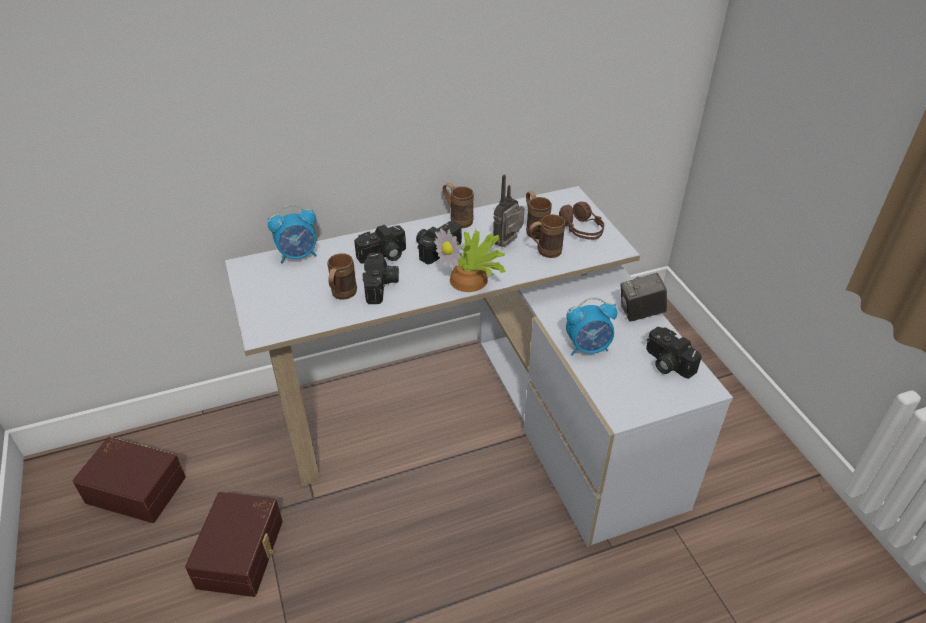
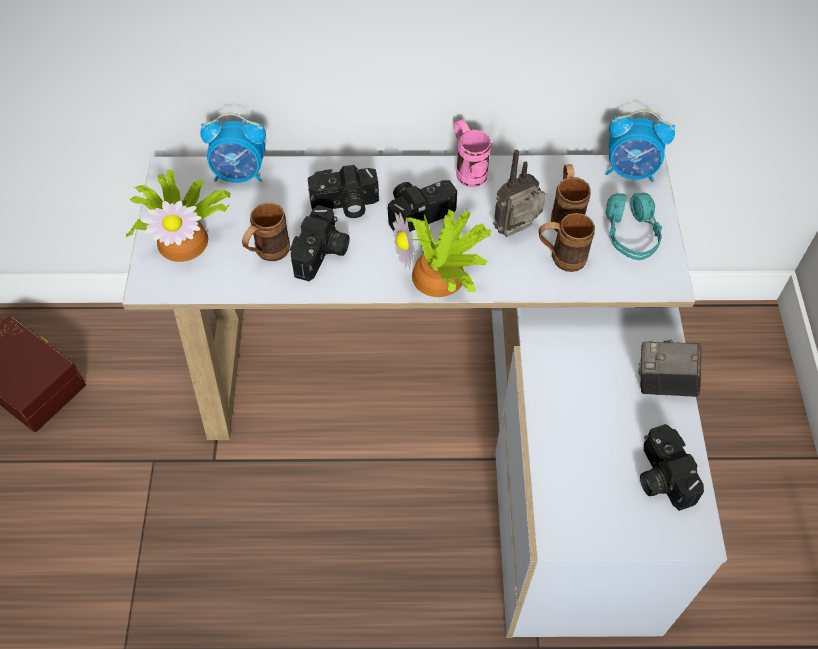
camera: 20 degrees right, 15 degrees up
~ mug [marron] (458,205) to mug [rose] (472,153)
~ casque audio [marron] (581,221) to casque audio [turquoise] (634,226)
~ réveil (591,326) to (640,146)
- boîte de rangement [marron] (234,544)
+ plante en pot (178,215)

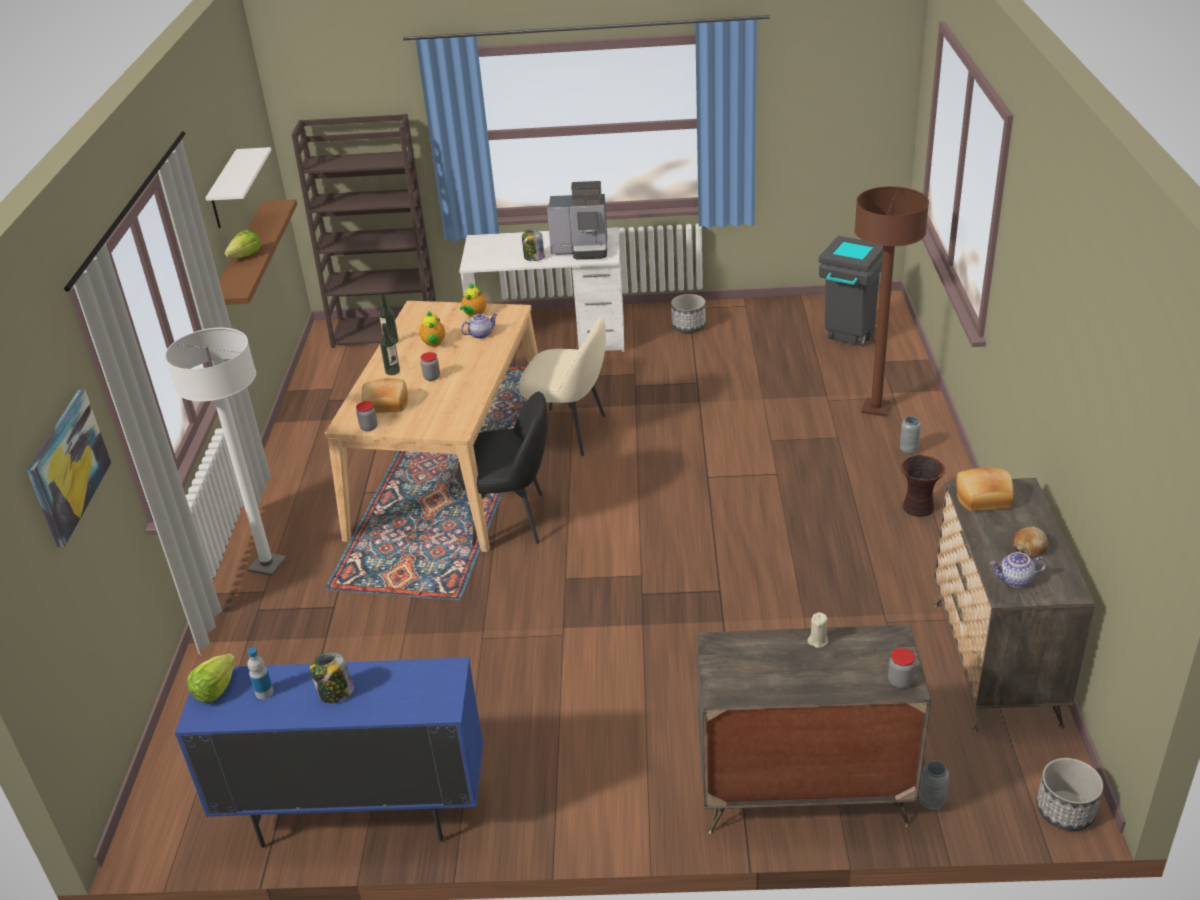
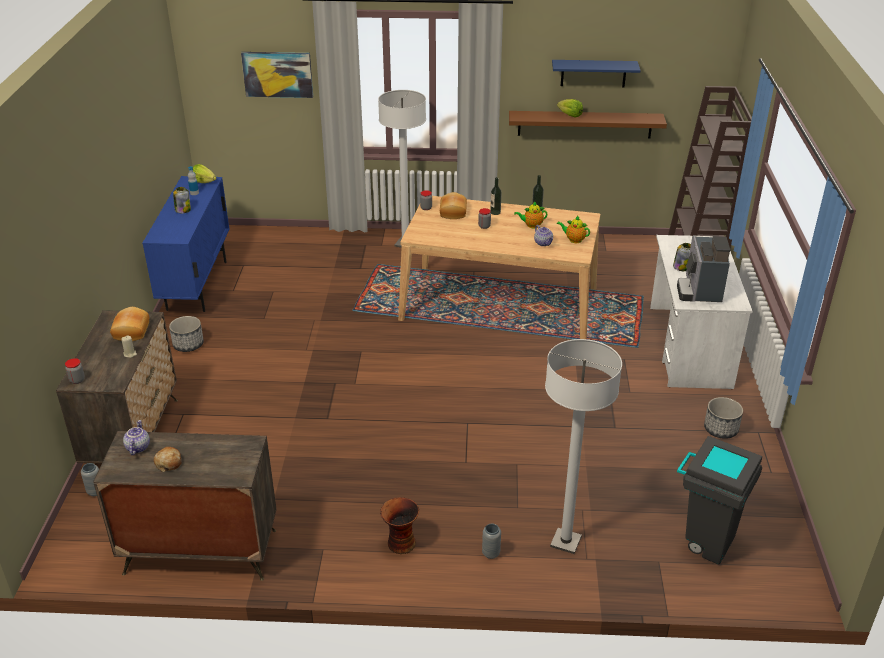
camera: 90 degrees right, 0 degrees up
~ étagère [blanc] (238,187) to étagère [bleu] (596,73)
~ lampadaire [marron] (891,301) to lampadaire [blanc] (583,446)
- chaise [beige] (562,386)
- chaise [noir] (503,468)
~ pain (985,489) to (129,324)
~ cache-pot (1070,794) to (186,334)

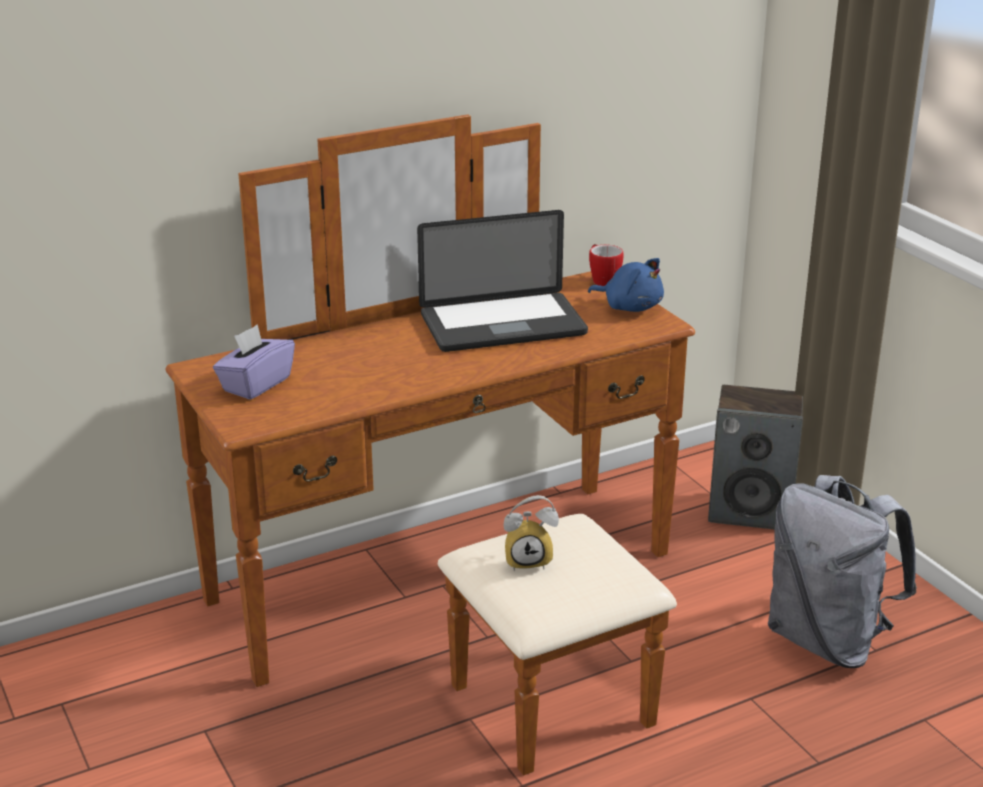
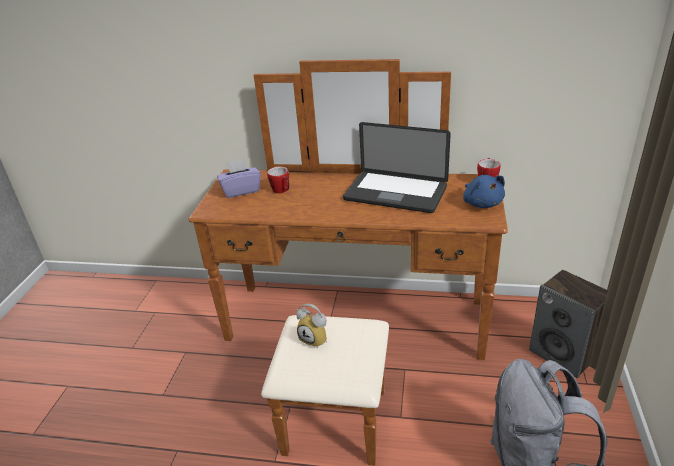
camera: 40 degrees right, 5 degrees up
+ mug (278,180)

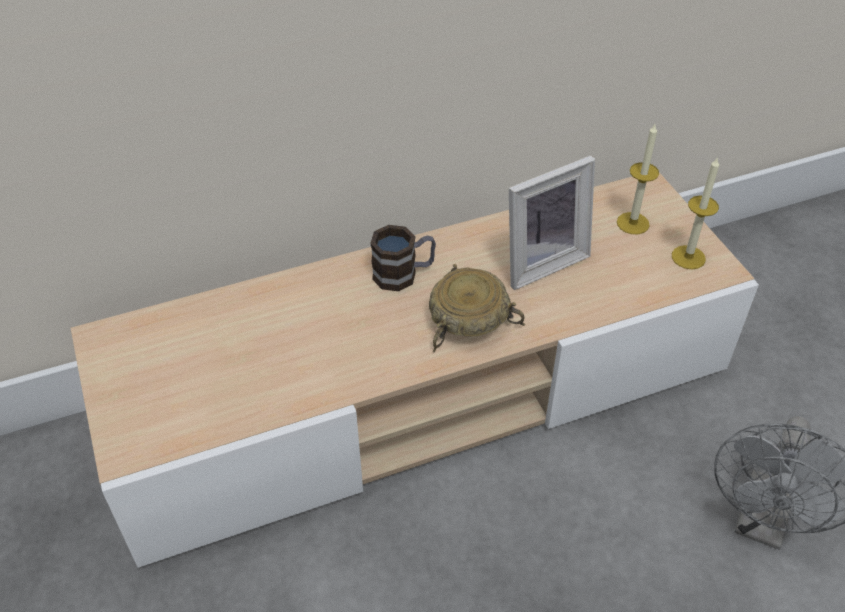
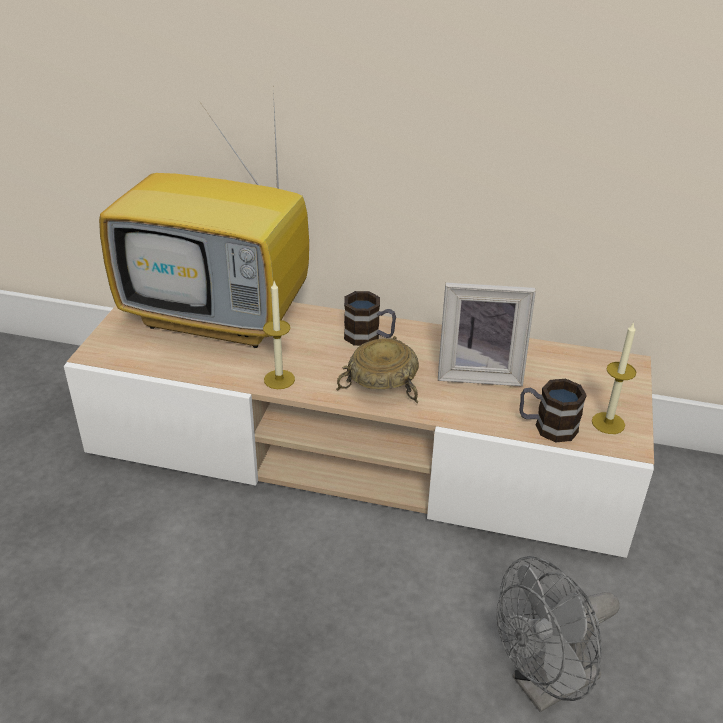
camera: 35 degrees right, 10 degrees down
~ bougie (638,179) to (279,335)
+ téléviseur (204,219)
+ mug (553,410)

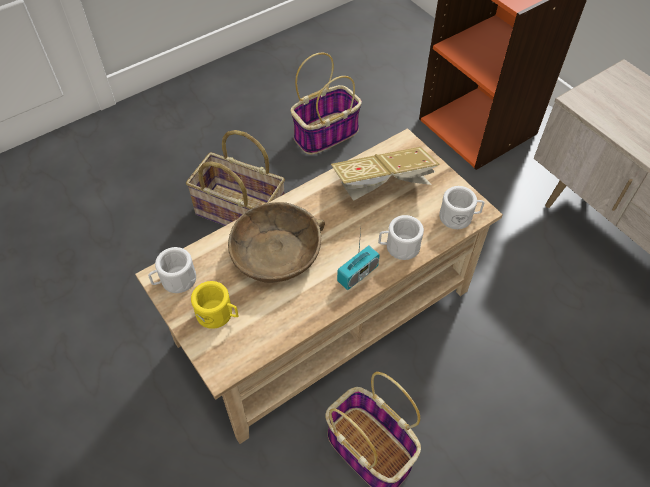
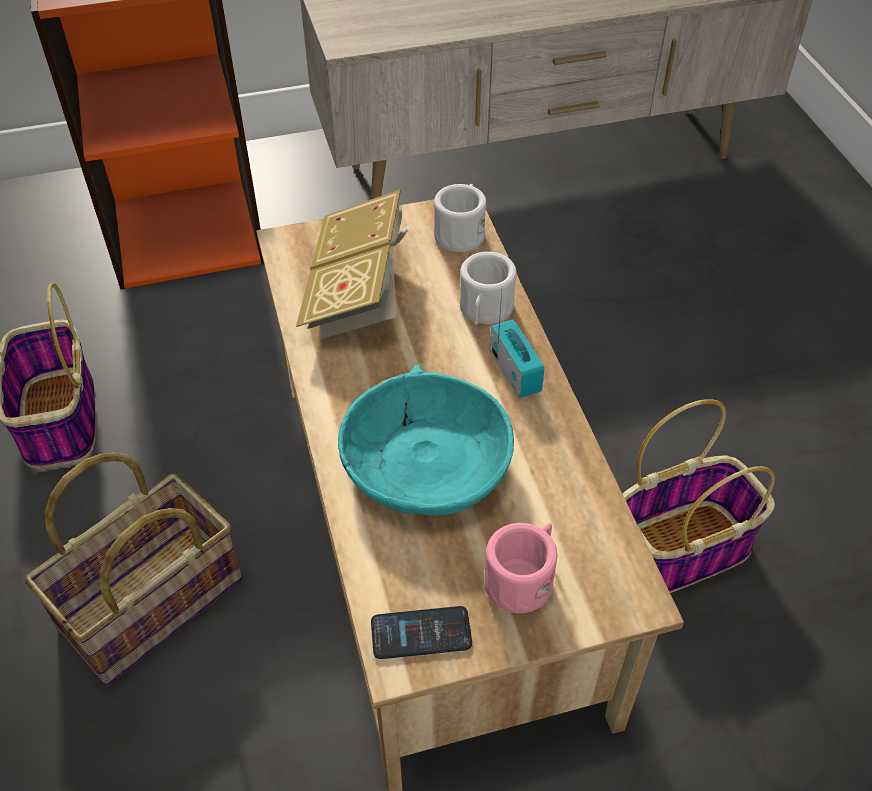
camera: 70 degrees left, 5 degrees down
~ bol [marron] (276,242) to bol [turquoise] (426,440)
~ mug [blanc] (172,270) to téléphone (421,632)
~ mug [jaune] (215,305) to mug [rose] (520,568)

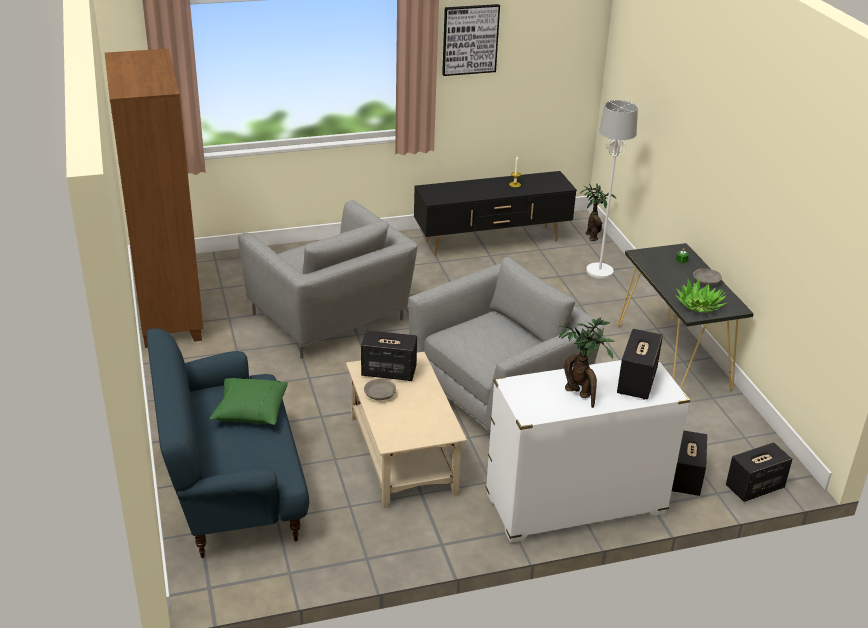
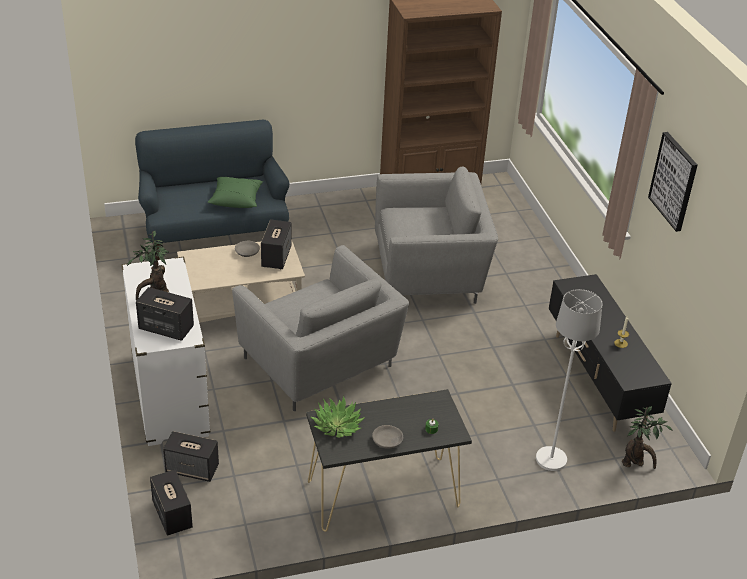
camera: 90 degrees right, 5 degrees up
~ fauteuil [gris] (327,279) = (436,235) 150 degrees counterclockwise

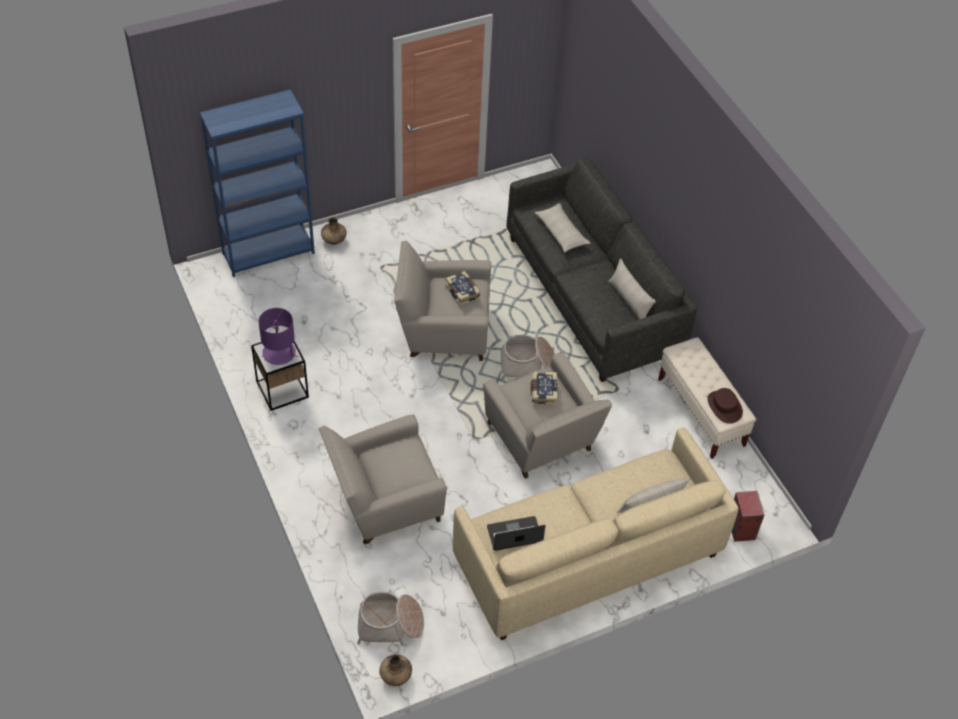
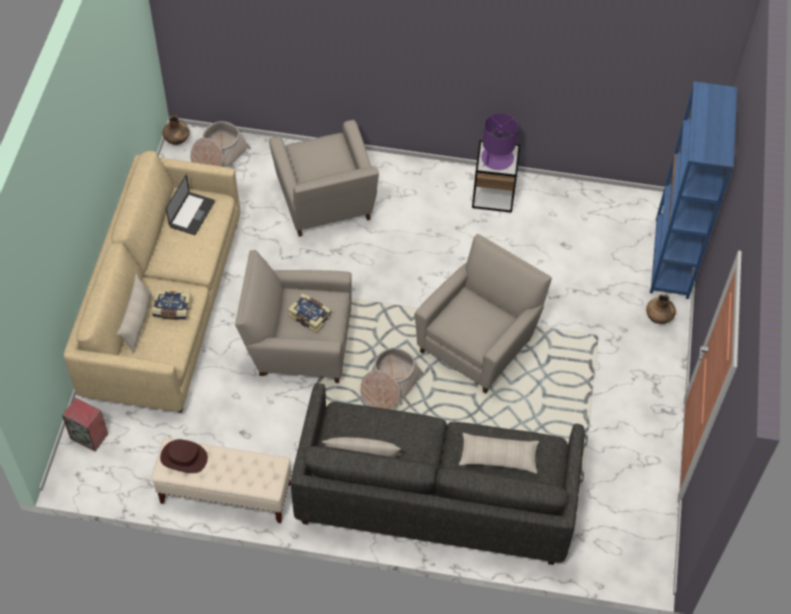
camera: 125 degrees right, 5 degrees up
~ livre (462,288) to (171,305)
~ fauteuil [beige] (383,479) = (324,178) 150 degrees clockwise

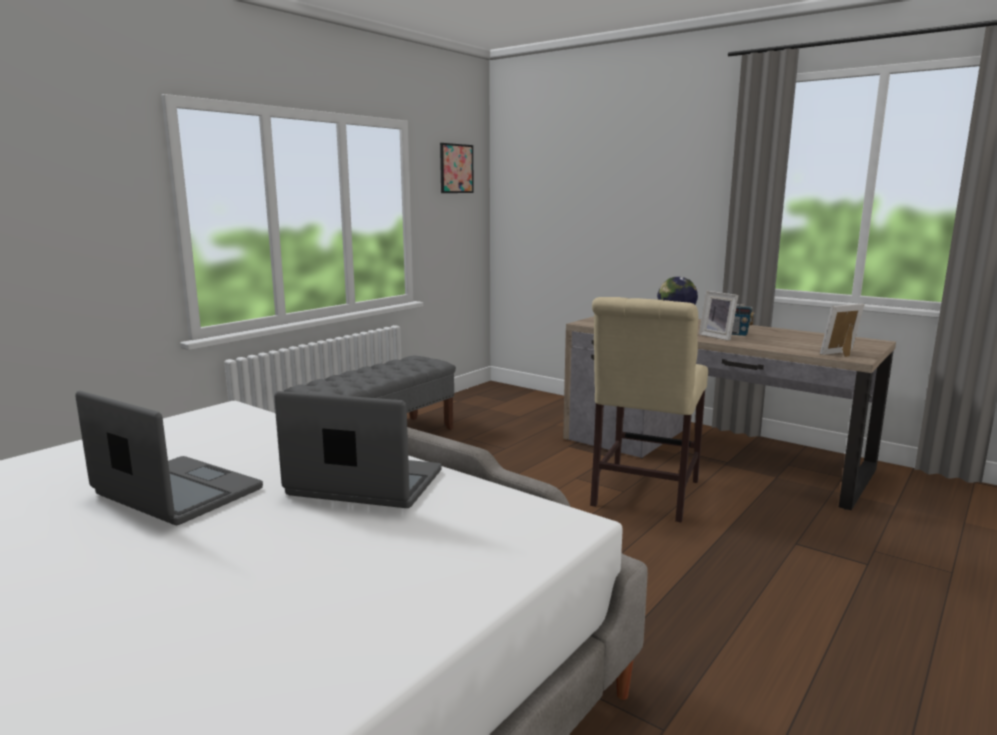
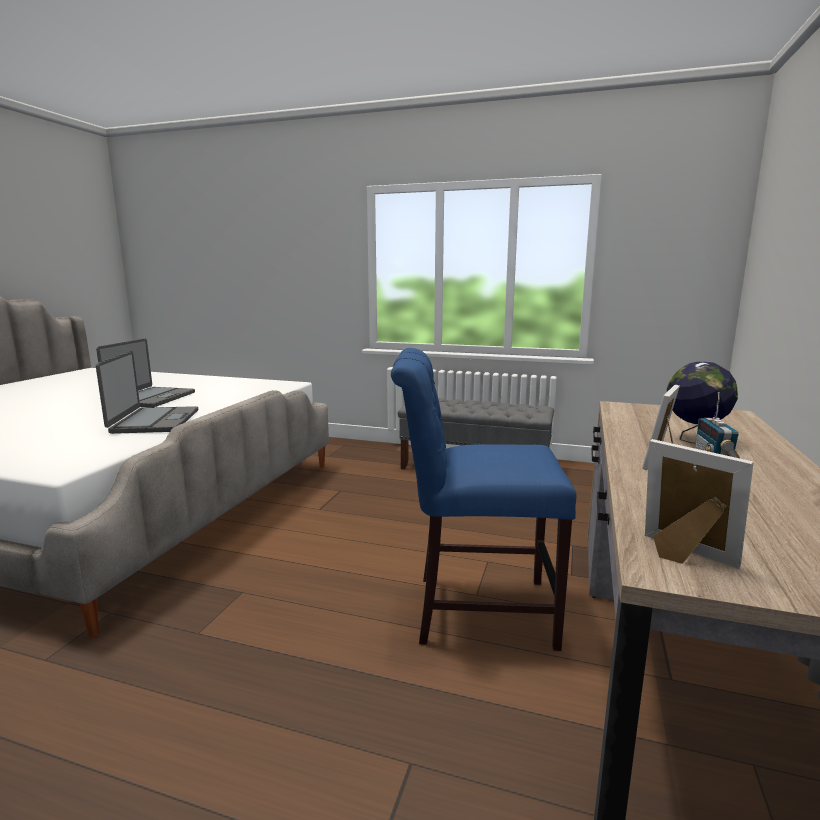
camera: 70 degrees right, 0 degrees up
- tableau (457,168)
~ chaise [beige] (649,409) to chaise [bleu] (484,499)

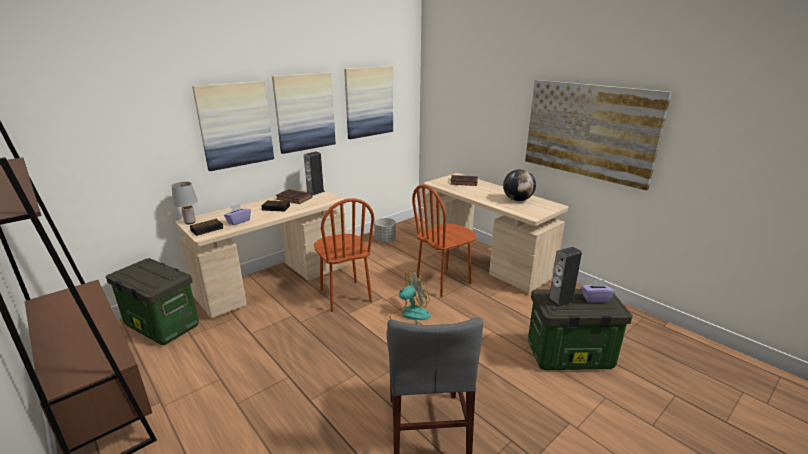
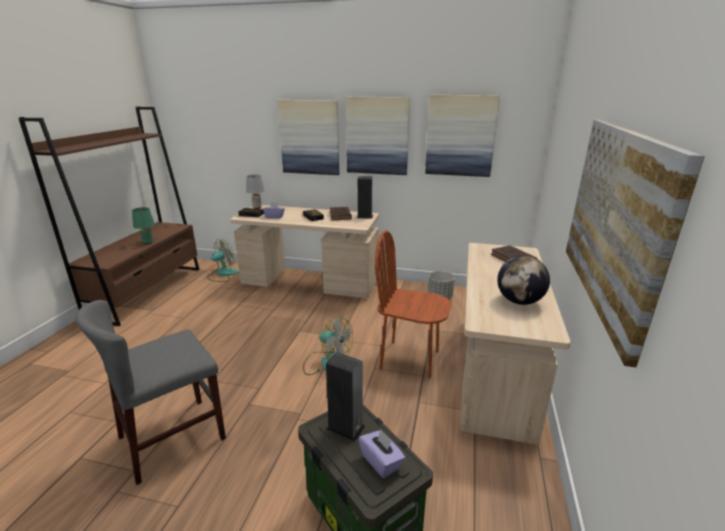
camera: 55 degrees right, 0 degrees up
- chaise [marron] (344,255)
~ boîte de rangement (152,301) to ventilateur (222,260)
+ lampe de table [vert] (143,225)

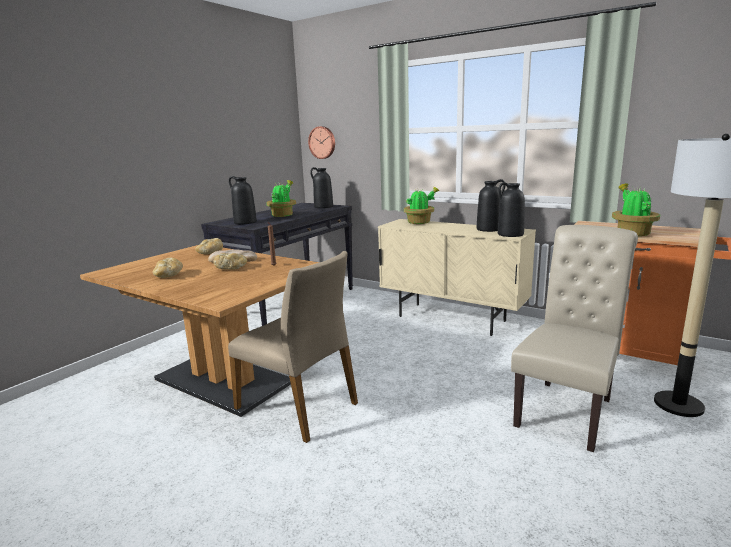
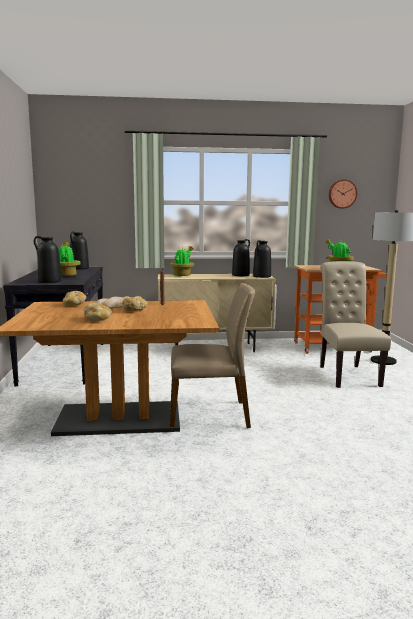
camera: 40 degrees left, 5 degrees down
~ horloge murale (321,142) to (343,194)

